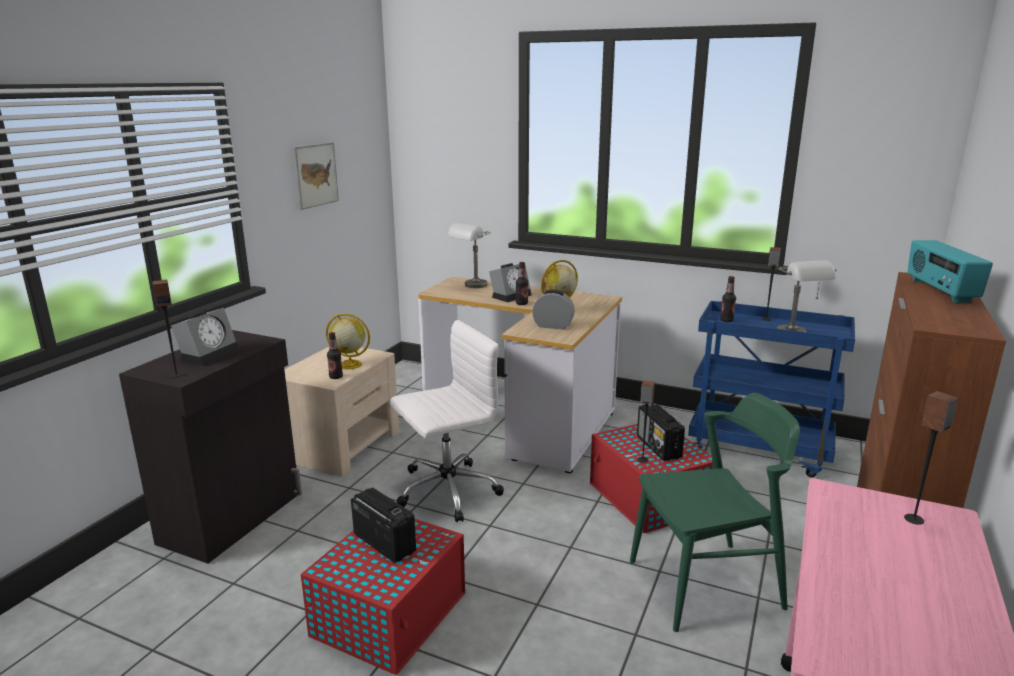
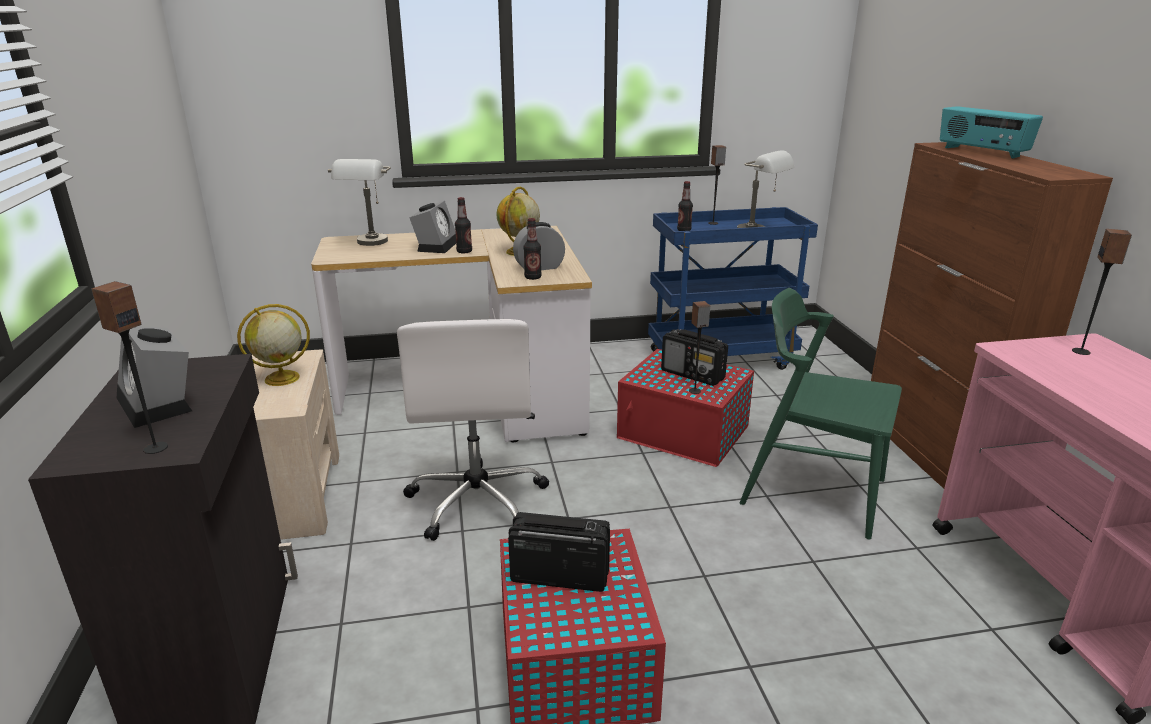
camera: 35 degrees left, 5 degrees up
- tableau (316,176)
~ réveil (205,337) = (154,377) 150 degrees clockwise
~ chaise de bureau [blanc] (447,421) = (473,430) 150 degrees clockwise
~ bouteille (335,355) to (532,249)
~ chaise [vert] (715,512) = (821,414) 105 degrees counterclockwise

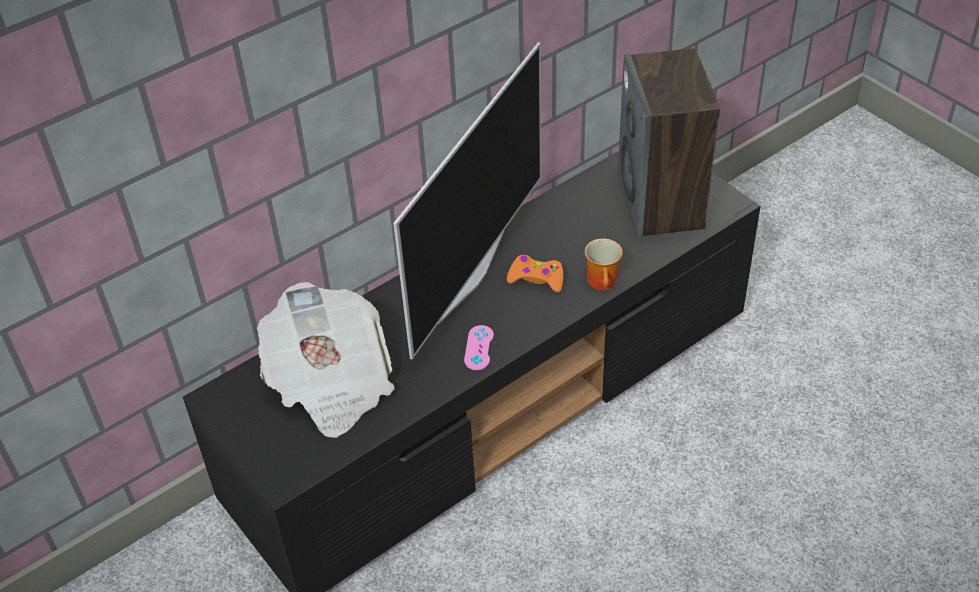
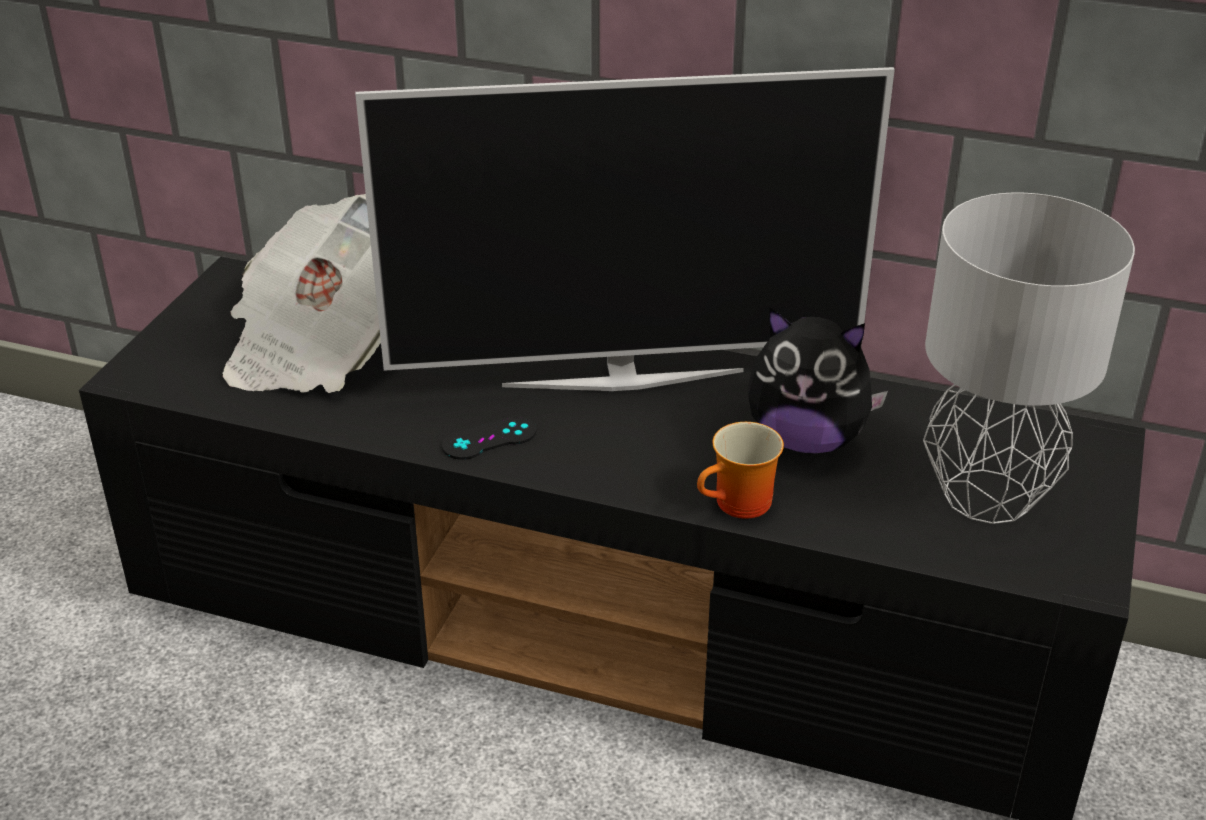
camera: 55 degrees right, 10 degrees down
~ enceinte (669,143) to lampe de table [gris] (1029,358)
- manette [orange] (535,274)
~ manette [rose] (479,347) to manette [noir] (489,438)
+ peluche (818,380)

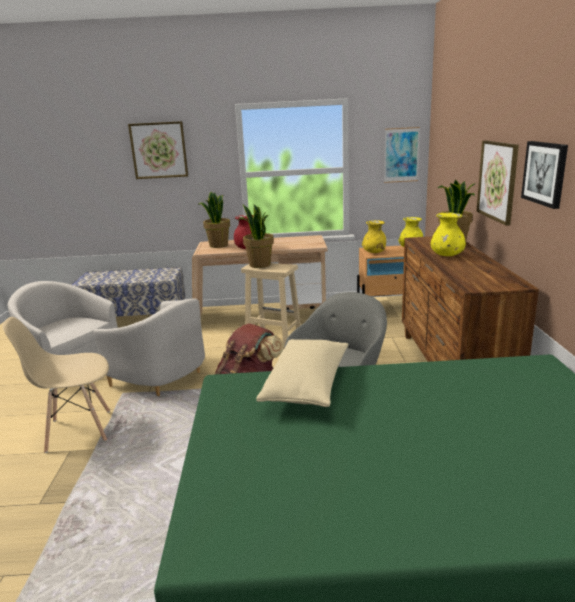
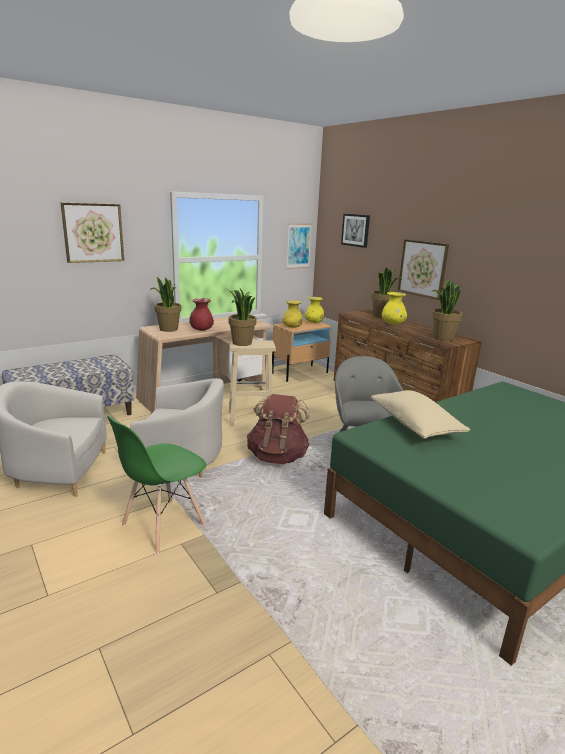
camera: 35 degrees left, 0 degrees up
~ tableau (544,175) to (355,231)
~ chaise [beige] (56,385) to chaise [vert] (156,485)
+ plante en pot (447,310)

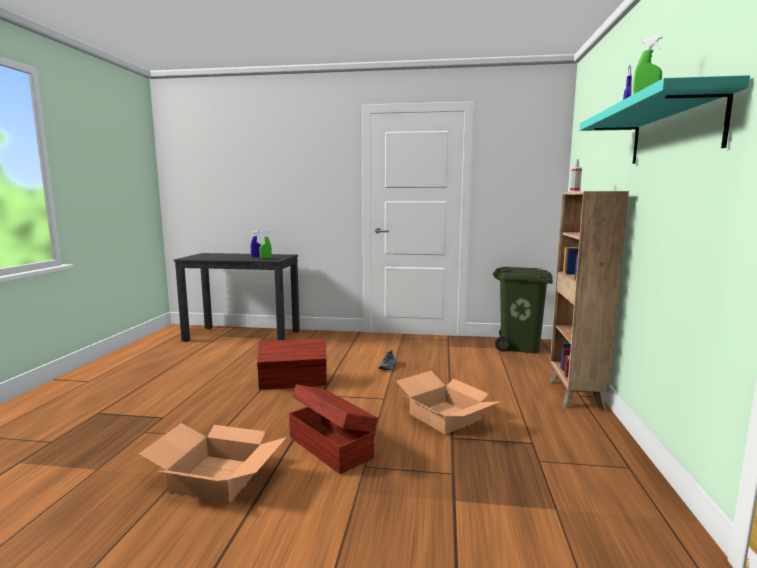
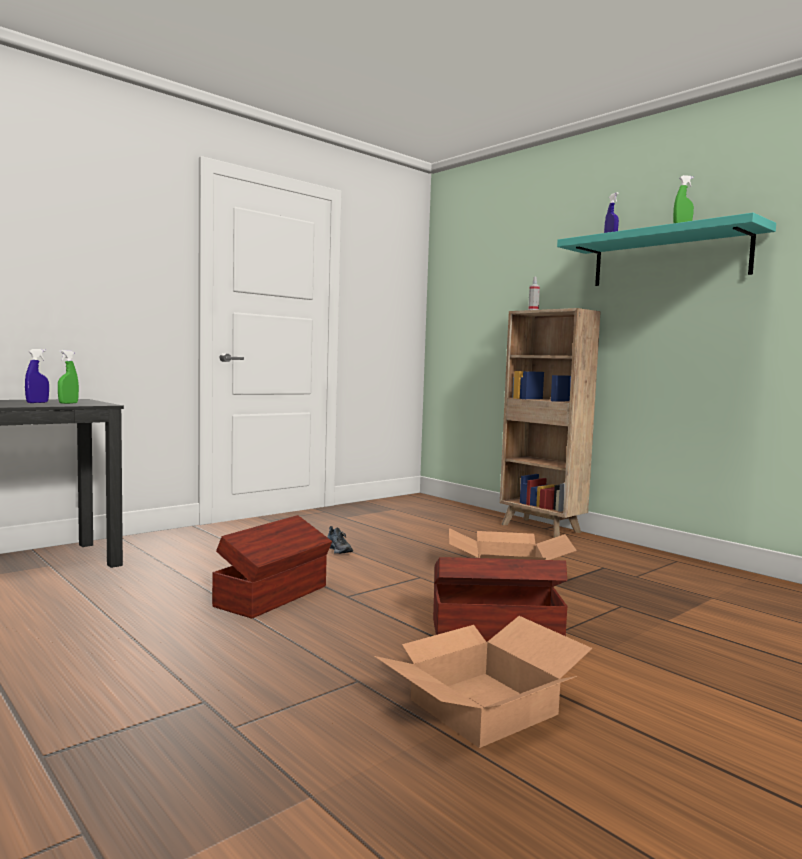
camera: 50 degrees left, 5 degrees down
- poubelle [vert] (523,310)

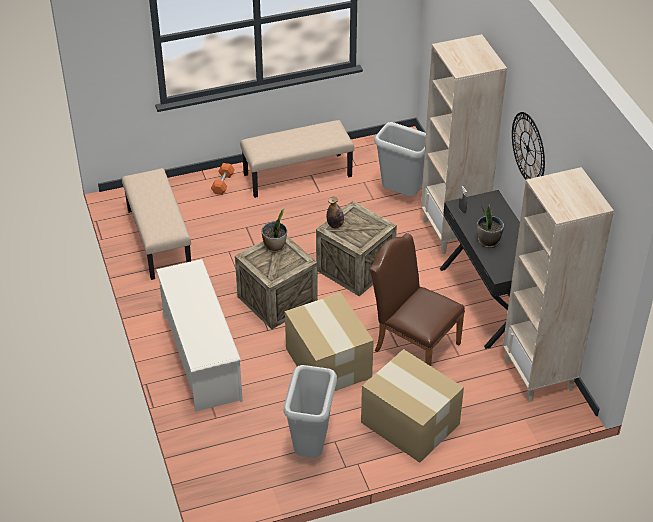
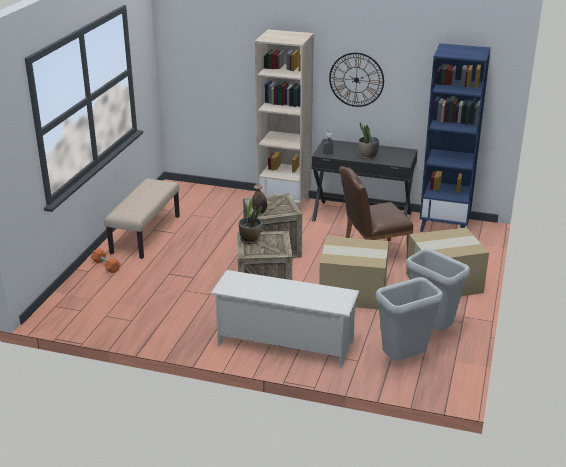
camera: 55 degrees left, 15 degrees down
~ poubelle [gris] (400,159) to (409,319)
~ bibliothèque [beige] (558,284) to bibliothèque [bleu] (455,137)
- banc [beige] (156,224)

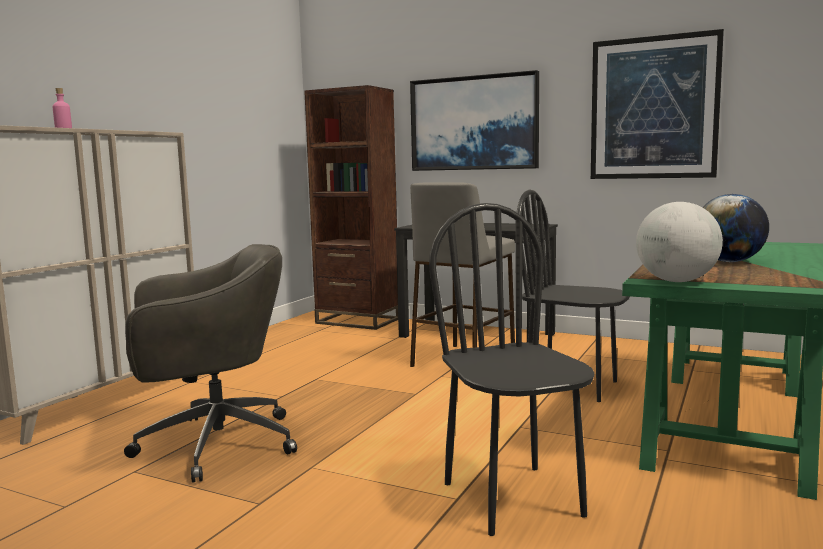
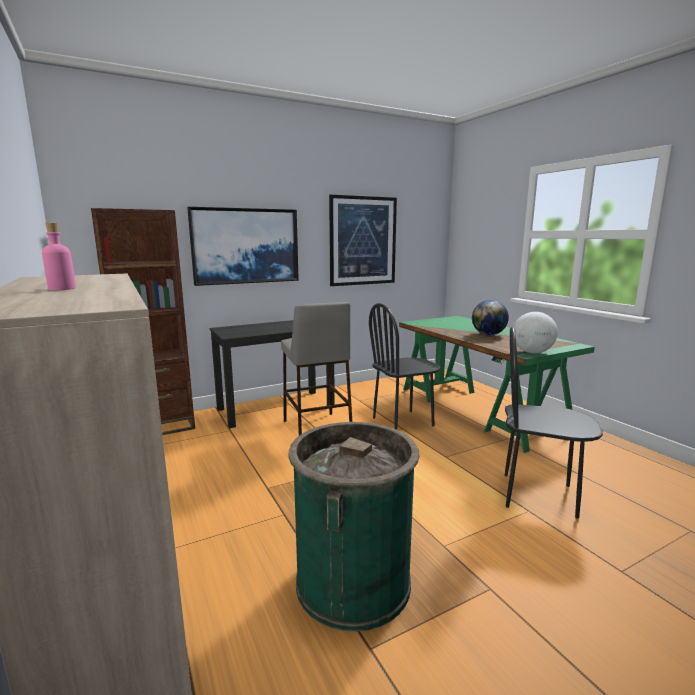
camera: 55 degrees left, 5 degrees up
~ chaise de bureau [gris] (210,363) to poubelle [vert] (354,527)

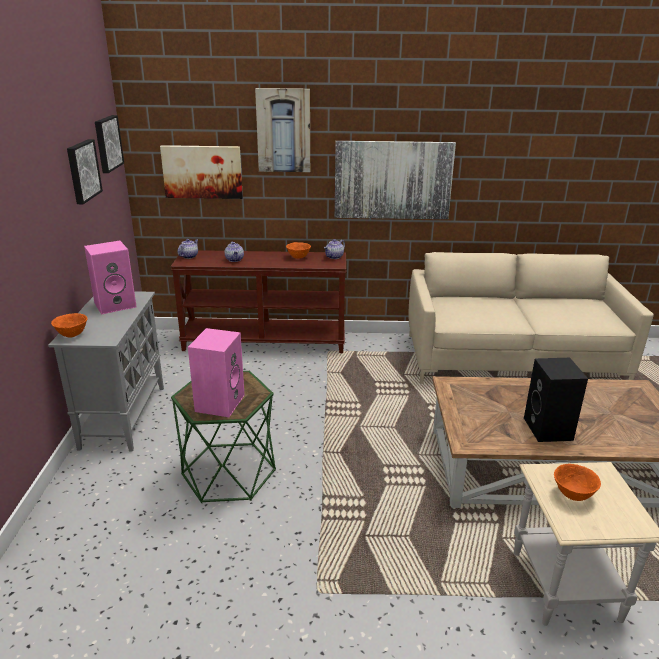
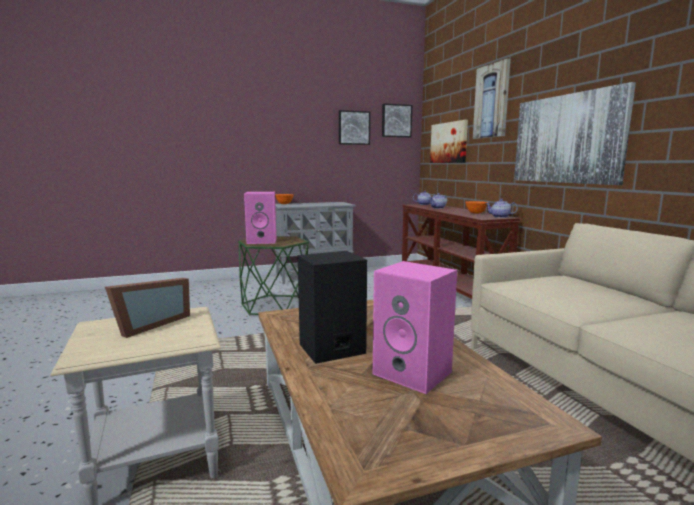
camera: 70 degrees right, 15 degrees down
~ enceinte [rose] (110,278) to (415,327)
~ bol [orange] (577,482) to cadre photo (147,308)

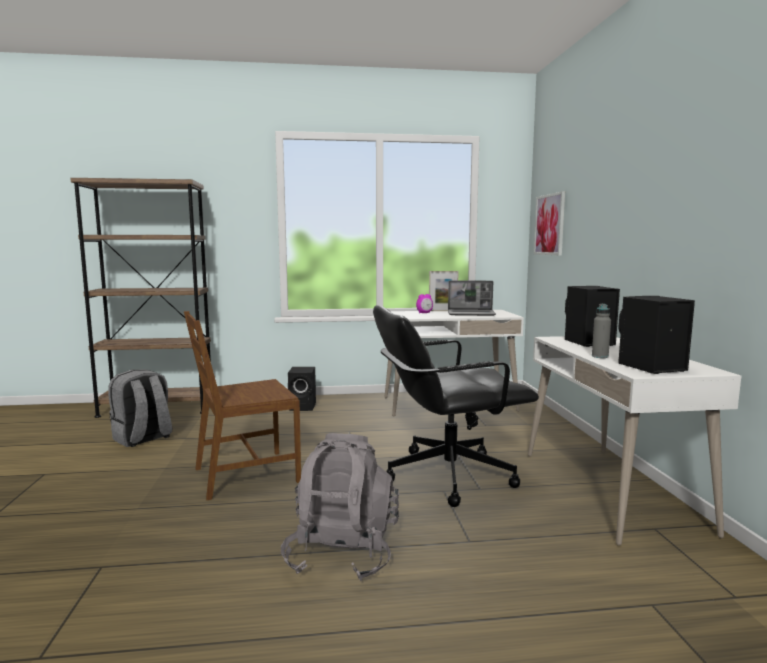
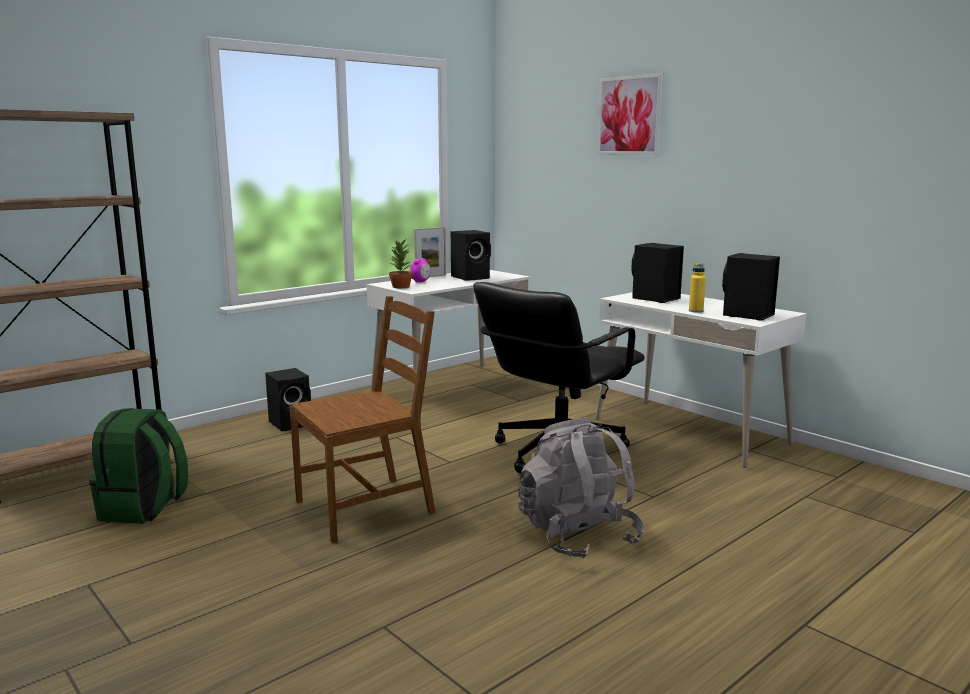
camera: 35 degrees left, 5 degrees up
~ tableau (549,223) to (630,114)
~ ordinateur portable (472,298) to enceinte [noir] (471,255)
~ bouteille [gris] (601,331) to bouteille [jaune] (697,288)
~ chaise [marron] (242,405) = (362,419) 150 degrees counterclockwise
~ sac à dos [gris] (140,408) to sac à dos [vert] (138,466)
+ plante en pot (400,263)

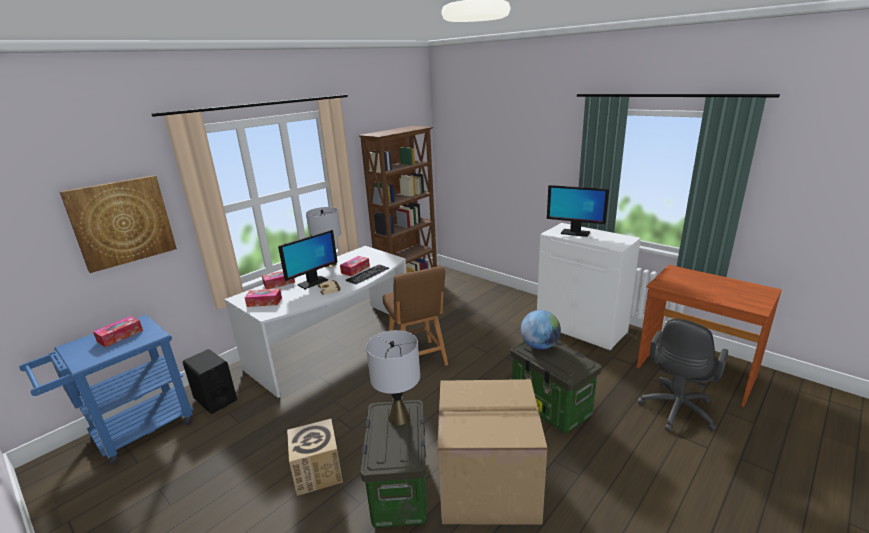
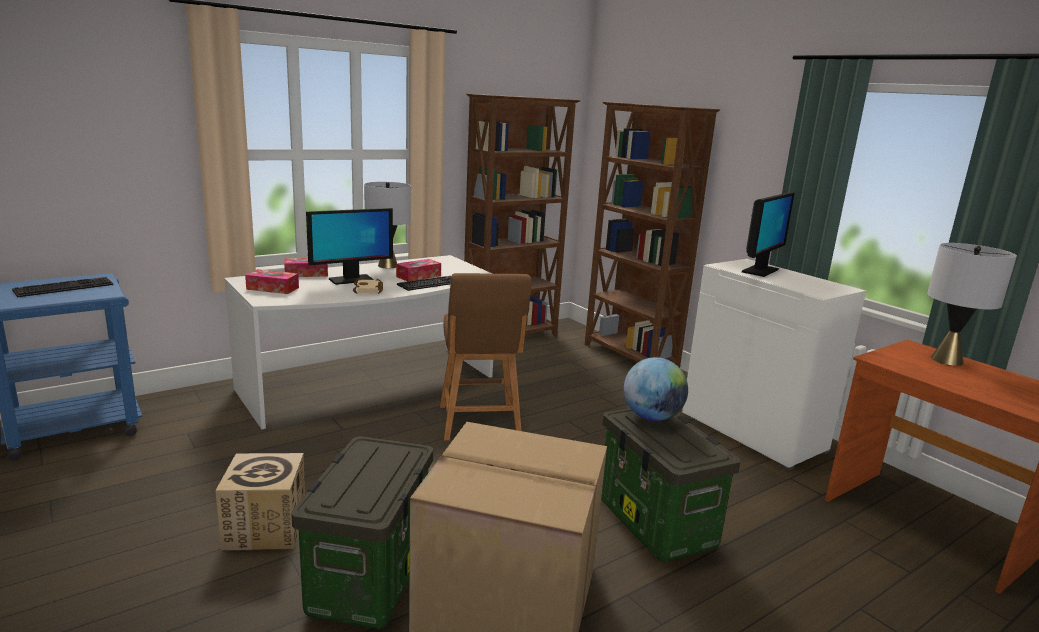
camera: 10 degrees right, 5 degrees down
- tableau (118,224)
~ écran d'ordinateur (578,211) = (768,234) 90 degrees counterclockwise
~ boîte à mouchoirs (118,331) to clavier (62,287)
- chaise de bureau [noir] (683,375)
~ lampe de table [gris] (393,377) to (972,304)
- enceinte [noir] (210,381)
+ bibliothèque [marron] (652,235)

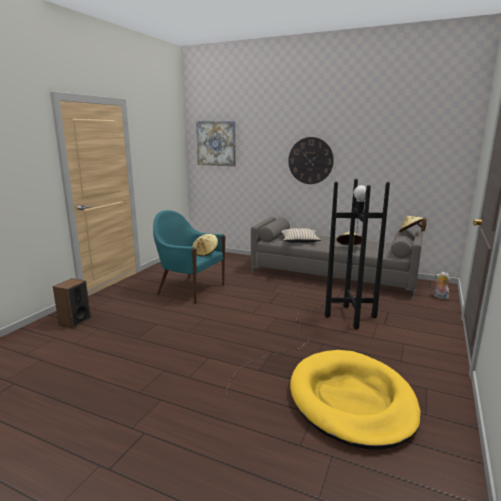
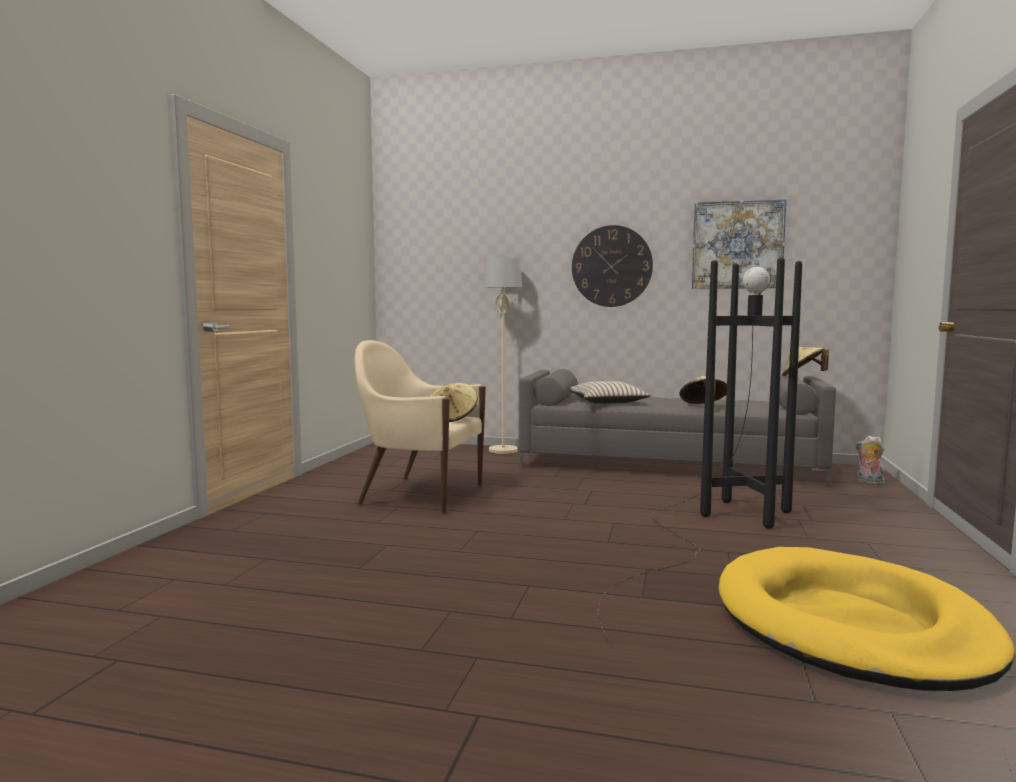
camera: 10 degrees left, 10 degrees down
~ tableau (216,143) to (739,244)
~ fauteuil [turquoise] (189,257) to fauteuil [beige] (420,426)
- enceinte (72,303)
+ lampadaire [beige] (503,355)

